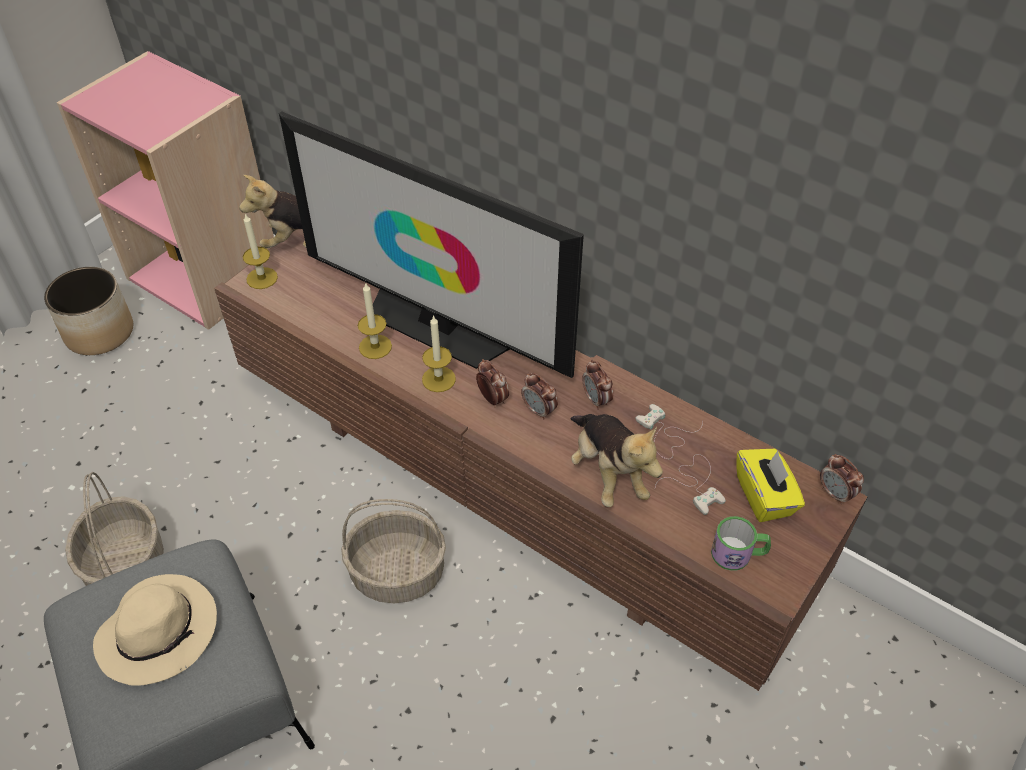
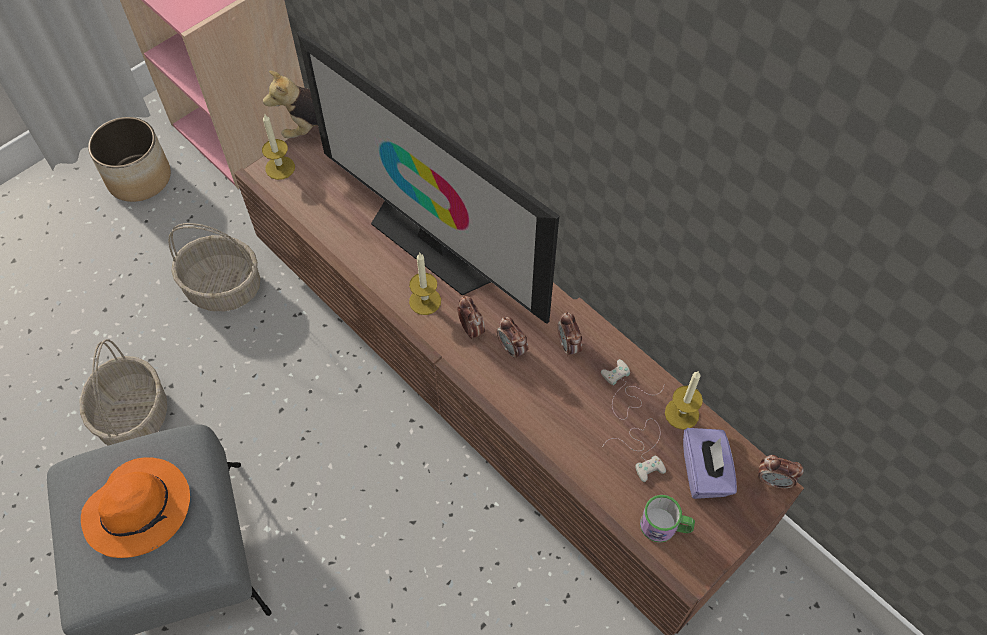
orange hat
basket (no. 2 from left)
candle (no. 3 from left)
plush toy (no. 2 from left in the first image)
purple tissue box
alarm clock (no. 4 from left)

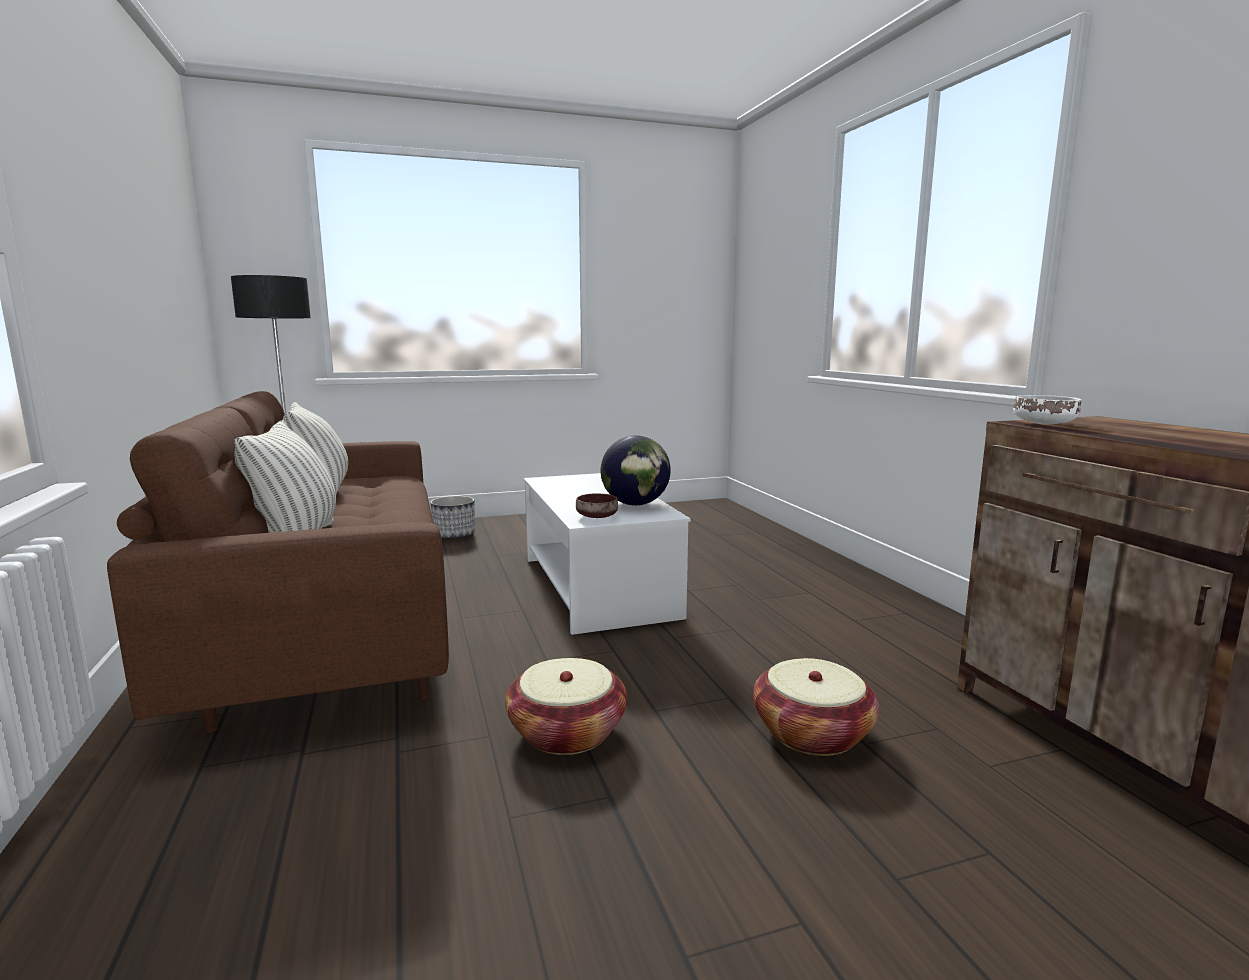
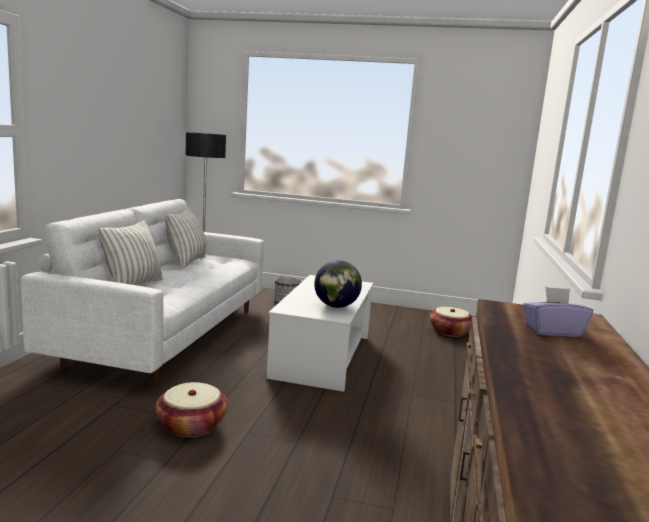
white sofa
brown bowl
basket (no. 2 from left)
white bowl
purple tissue box

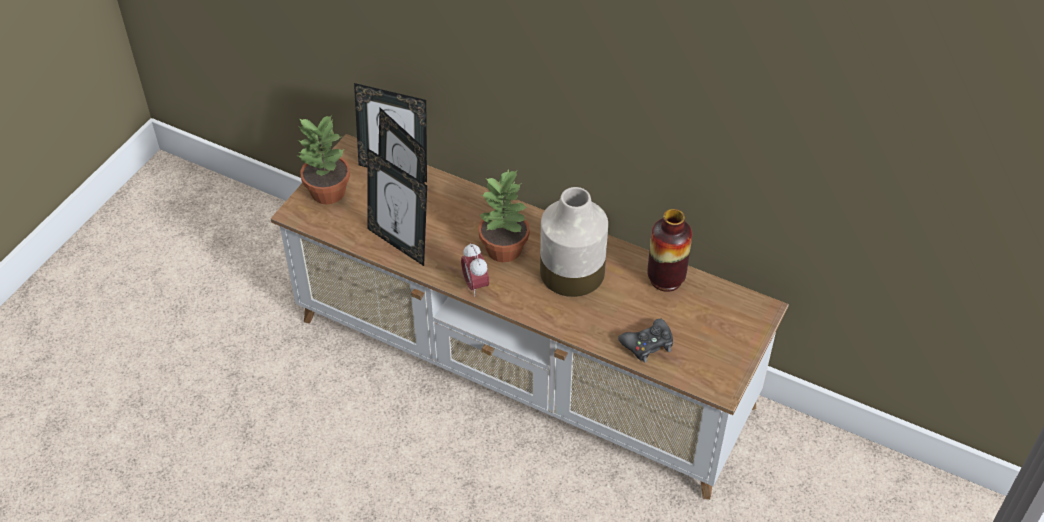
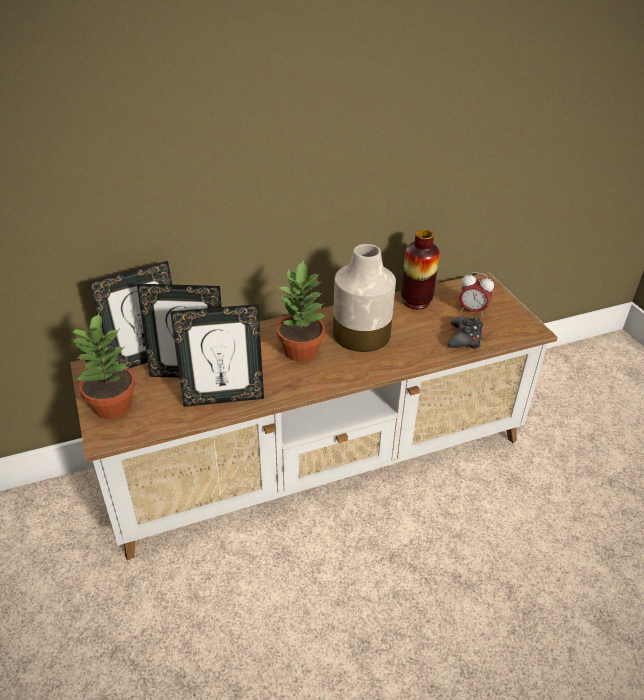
alarm clock

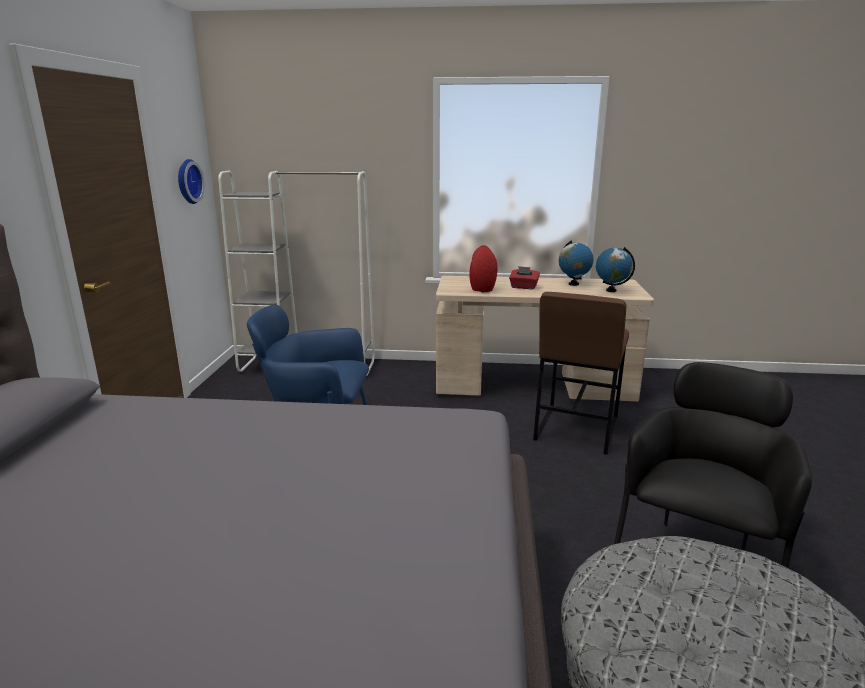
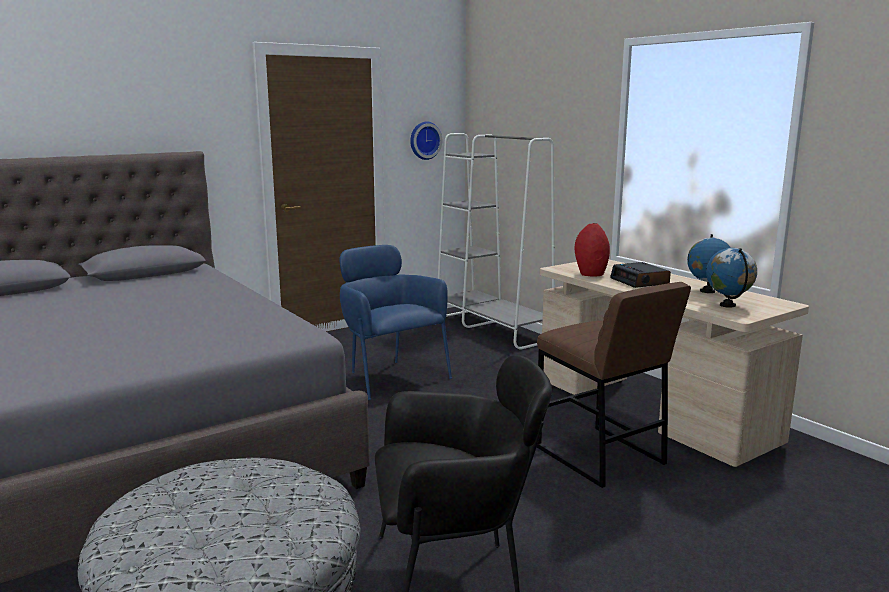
alarm clock
brown chair

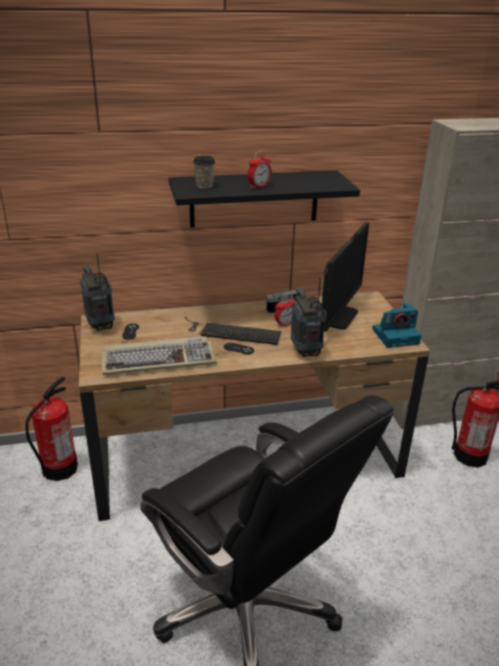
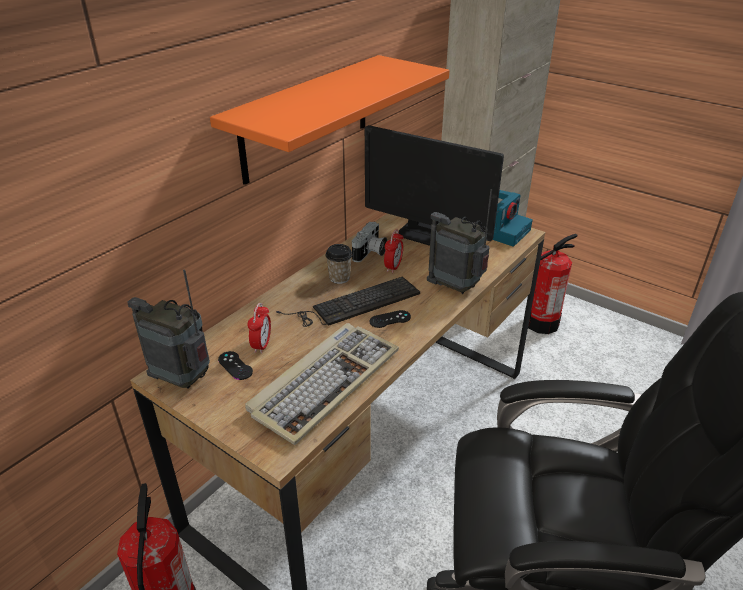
orange shelf
cup
alarm clock (no. 1 from left)
monitor

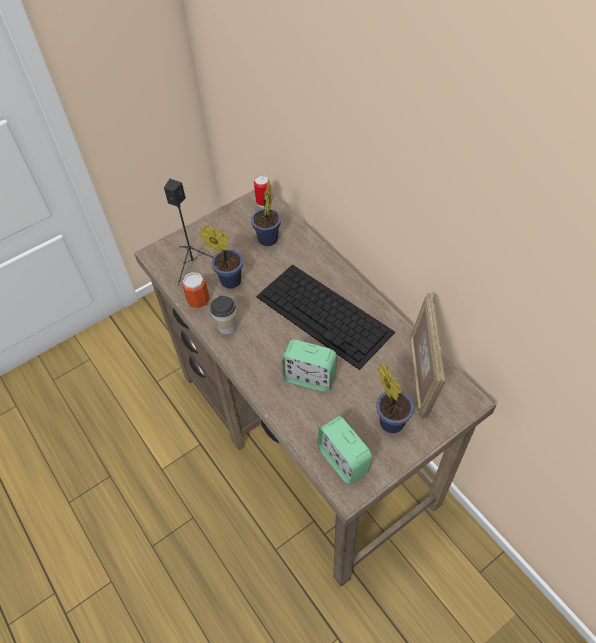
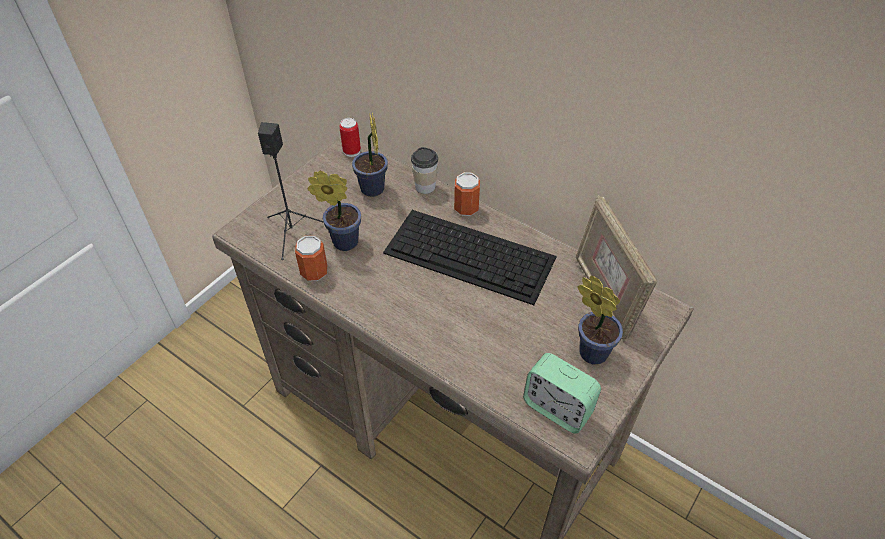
cup
alarm clock (no. 1 from left in the first image)
can (no. 3 from left)

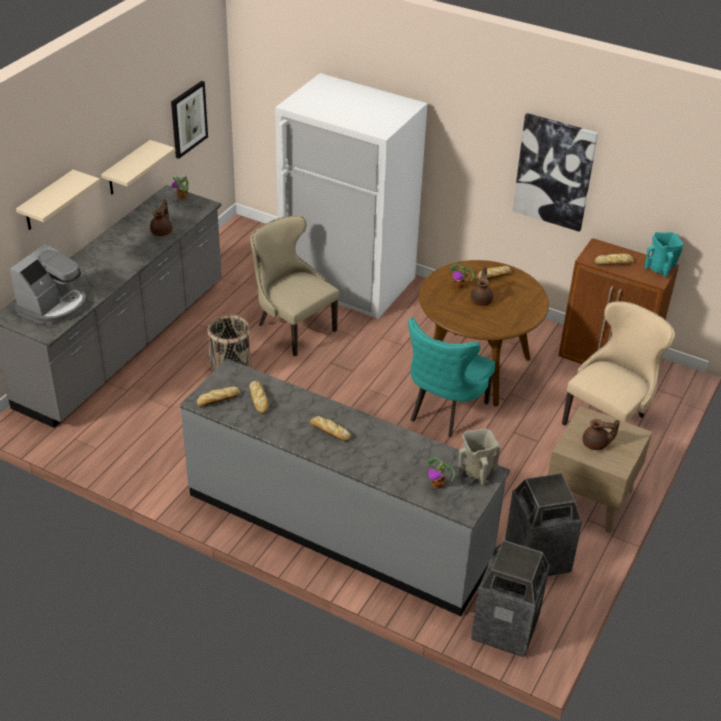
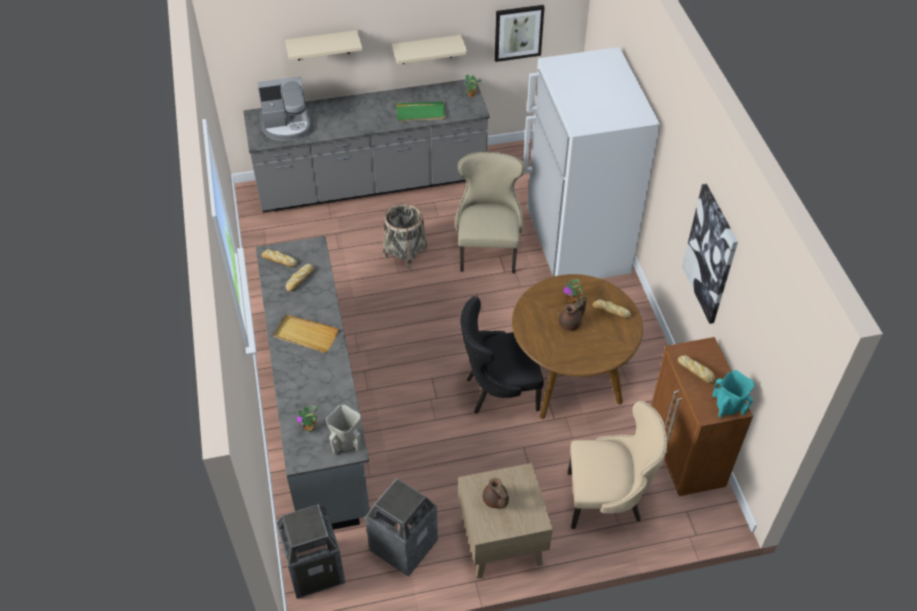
green tray
beige tray
black chair

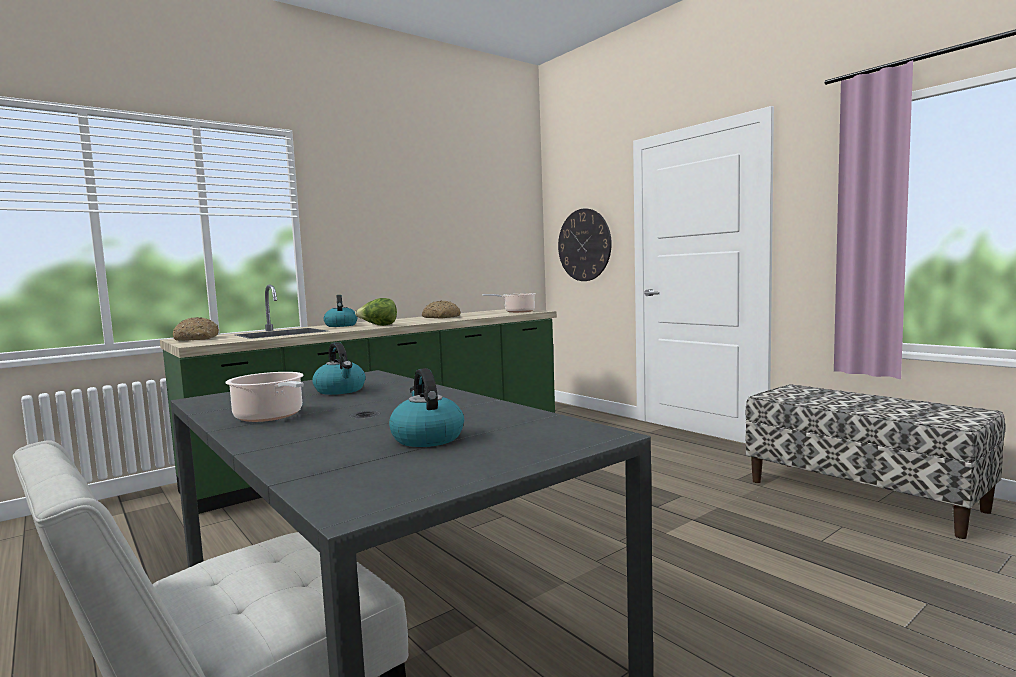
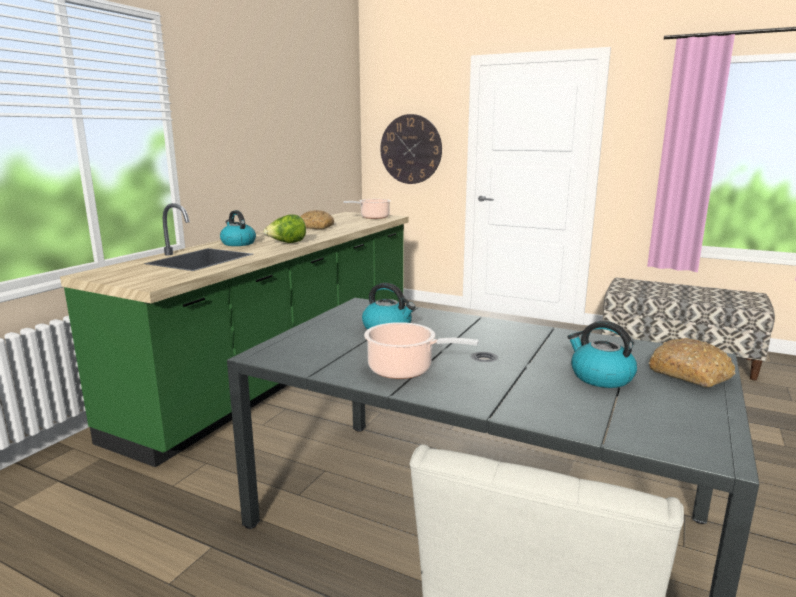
bread (no. 2 from left)

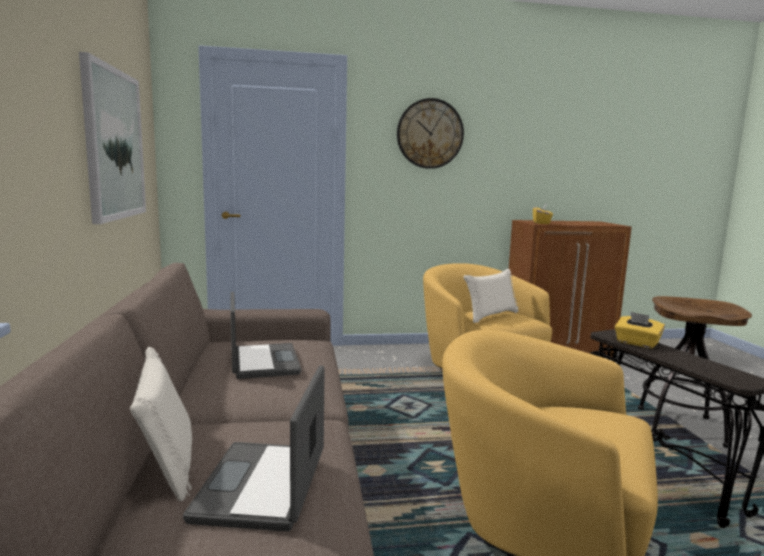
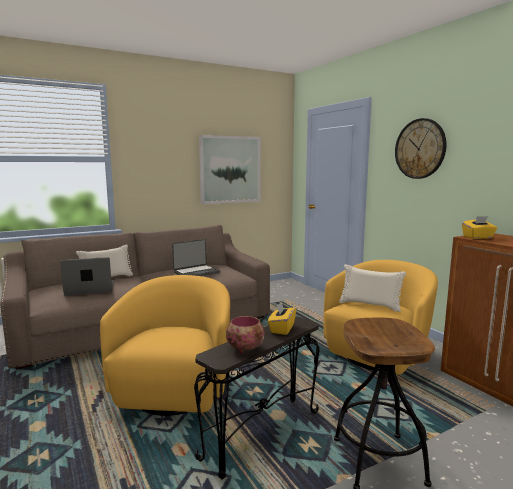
bowl

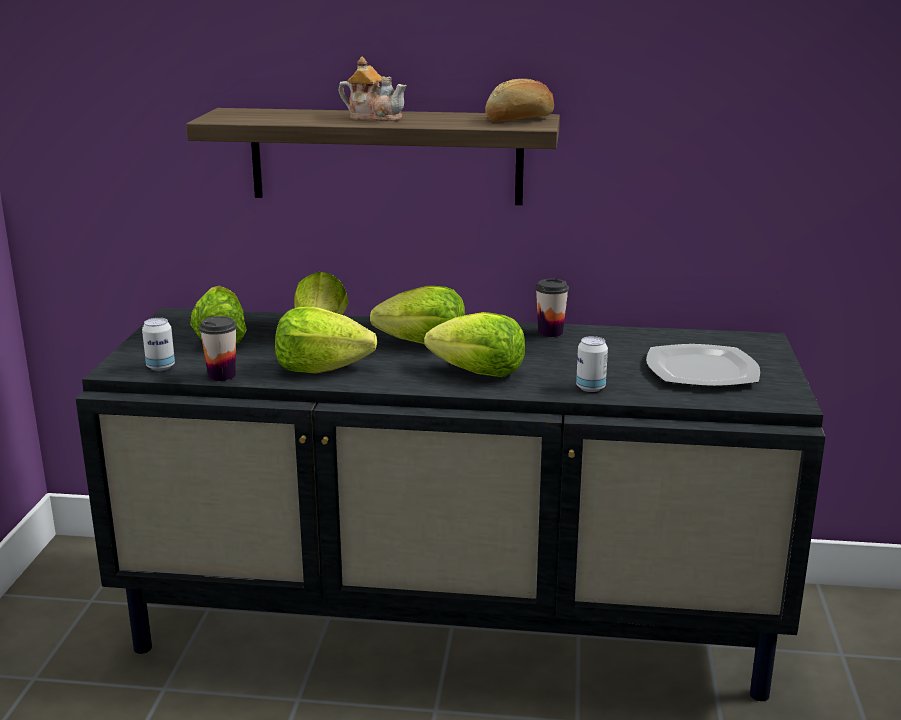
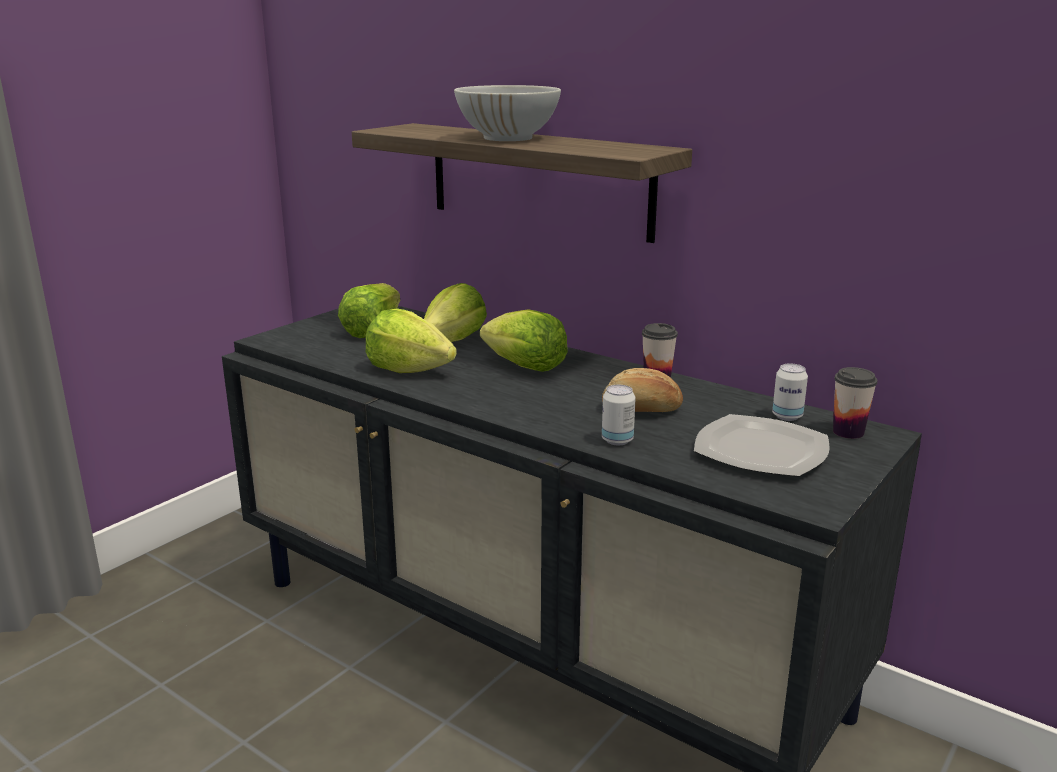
can (no. 2 from left)
cup (no. 2 from left)
white bowl
lettuce (no. 5 from left in the first image)
bread

